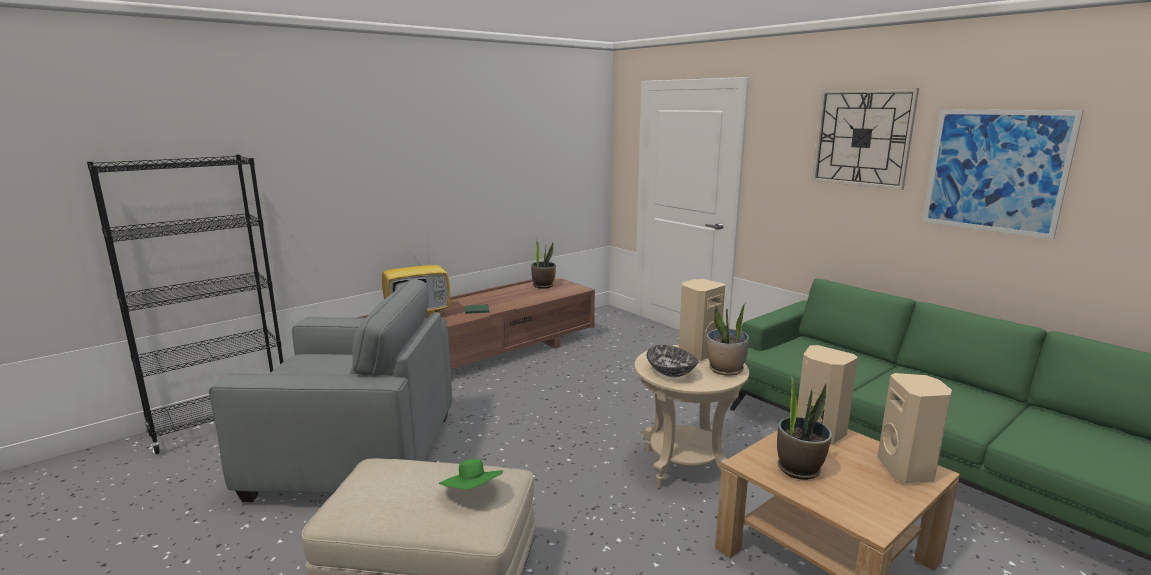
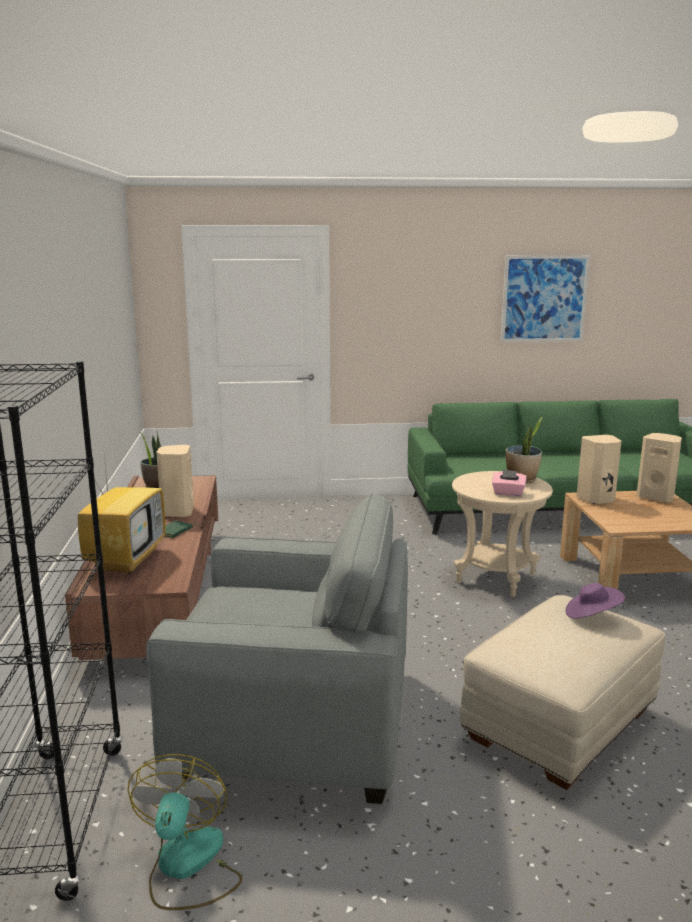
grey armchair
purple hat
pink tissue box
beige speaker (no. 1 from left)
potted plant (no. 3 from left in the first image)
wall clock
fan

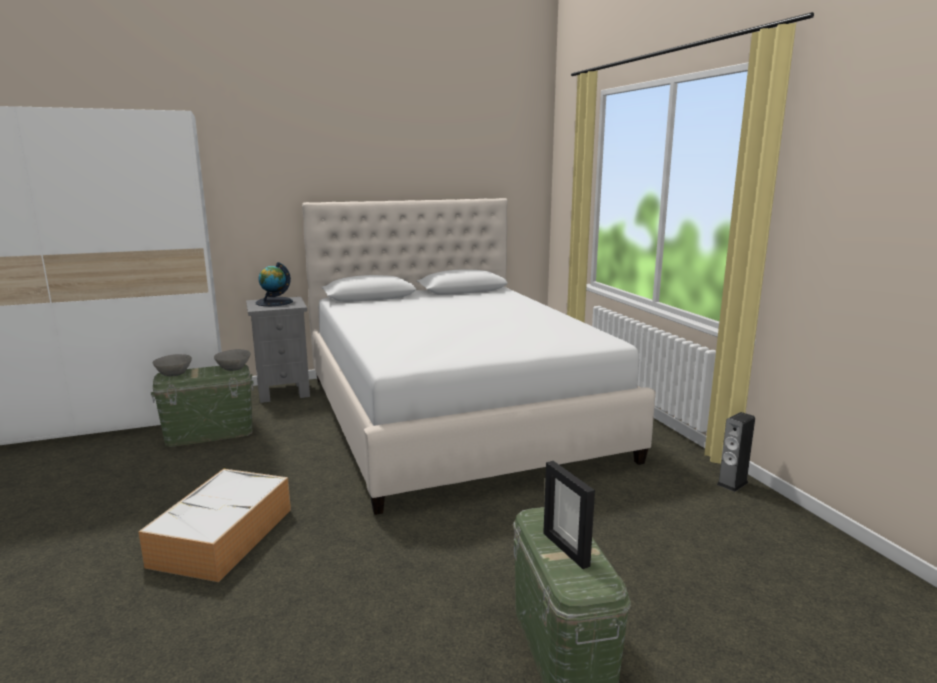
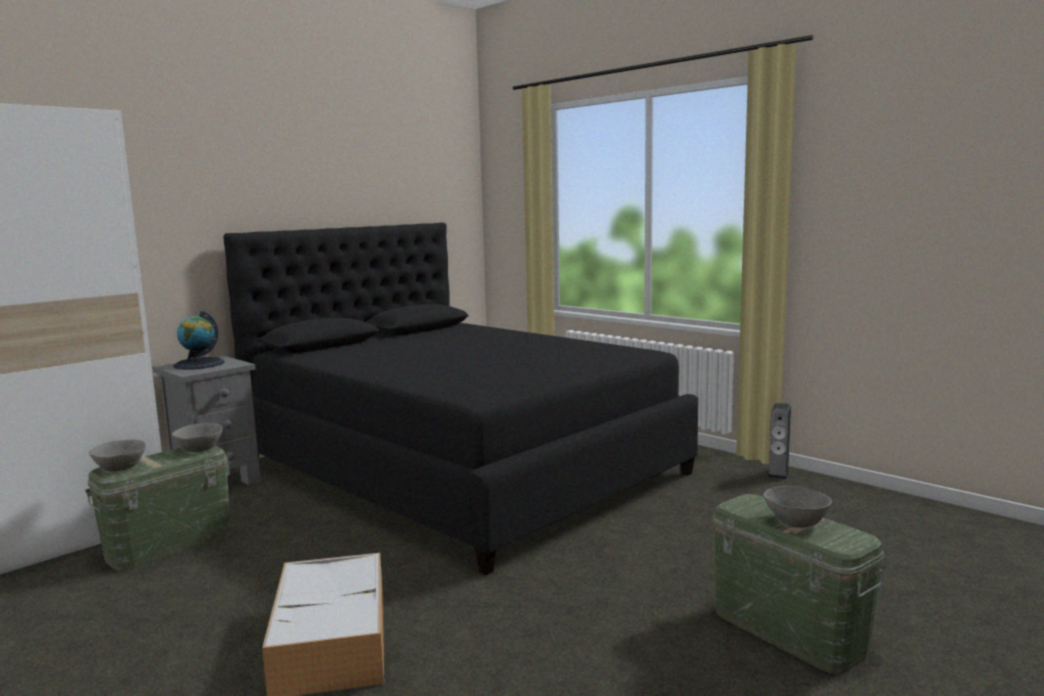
black bed
grey bowl (no. 3 from left)

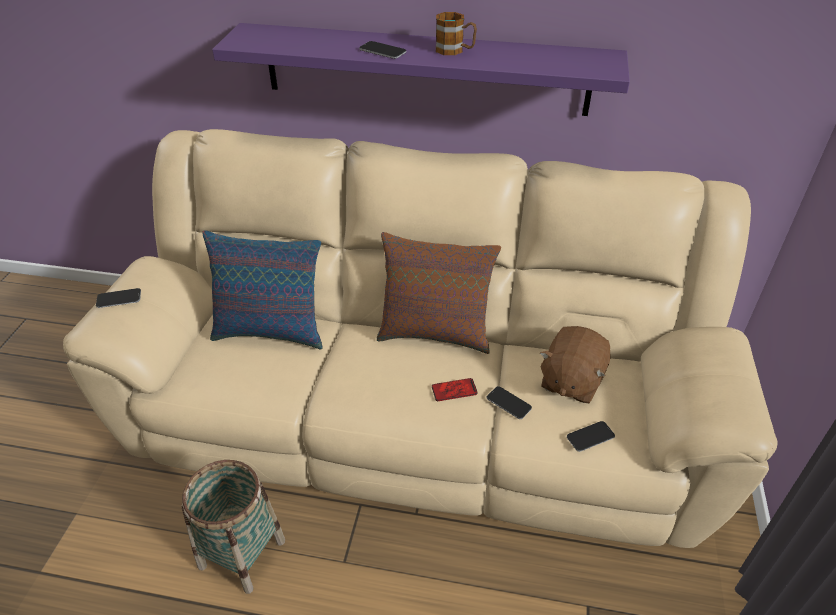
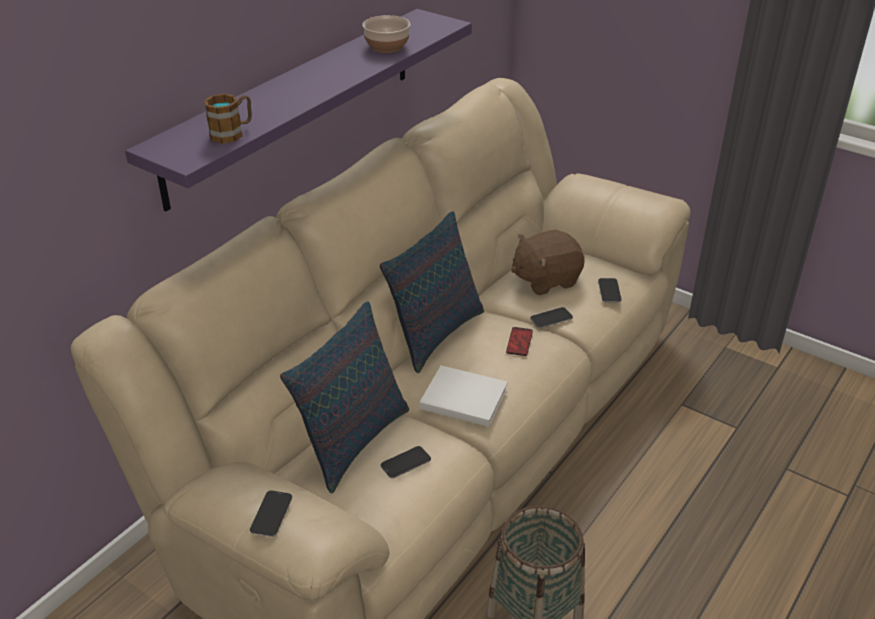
phone (no. 2 from left)
blue pillow (no. 2 from left)
mug
brown plush toy
bowl
white book

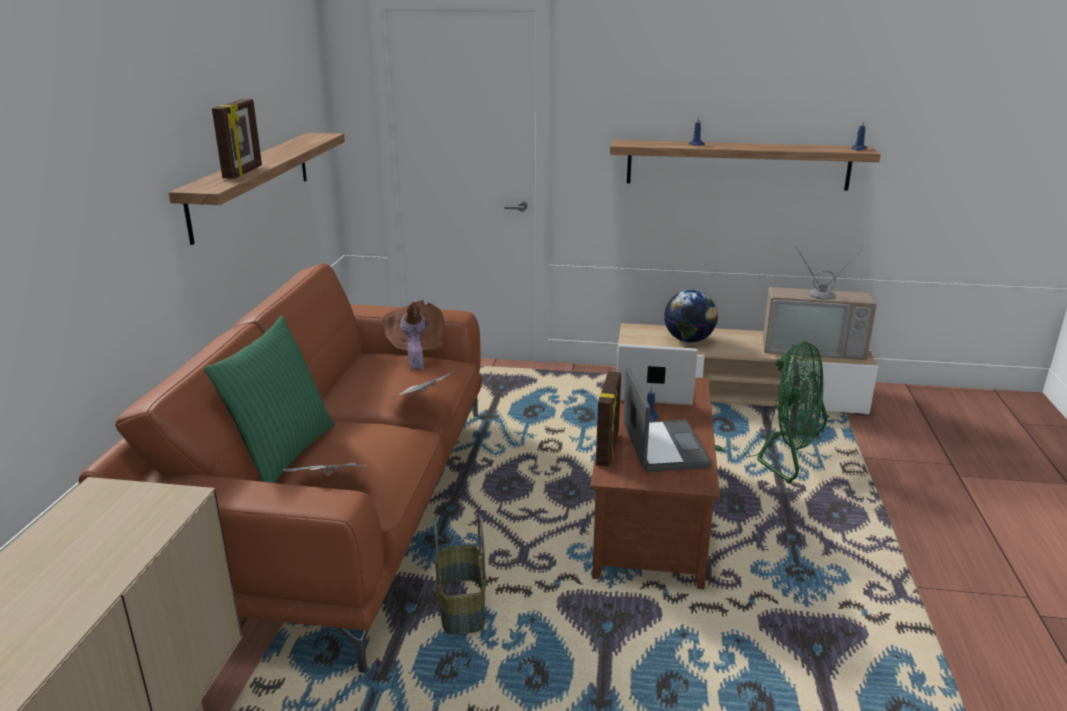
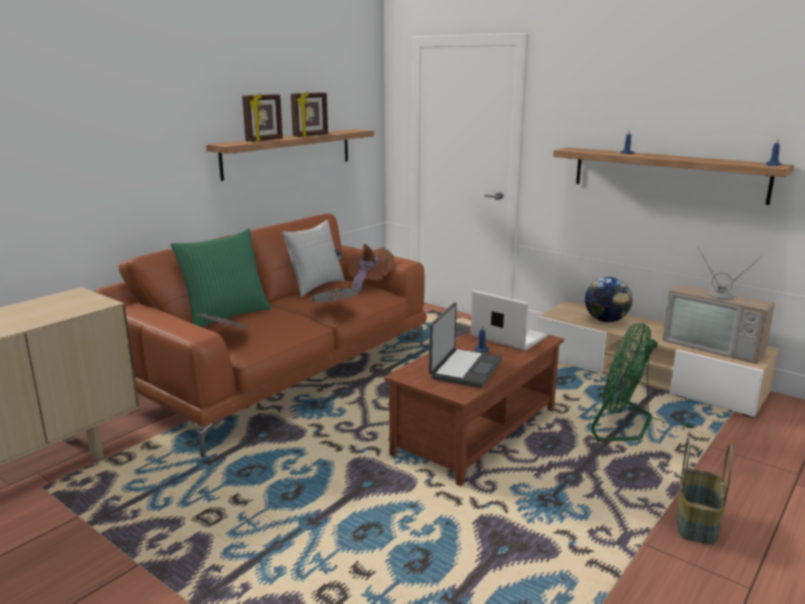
basket
picture frame (no. 2 from left)
green fan
grey pillow

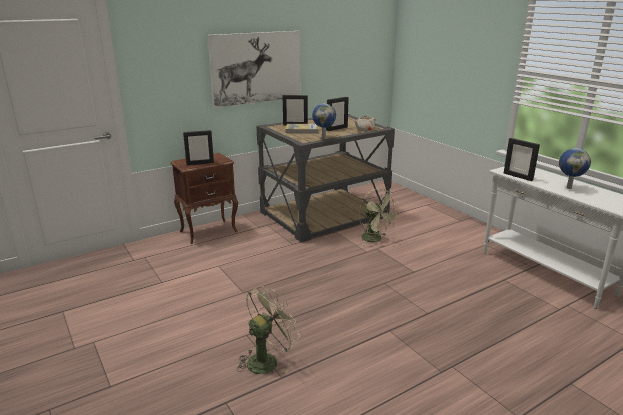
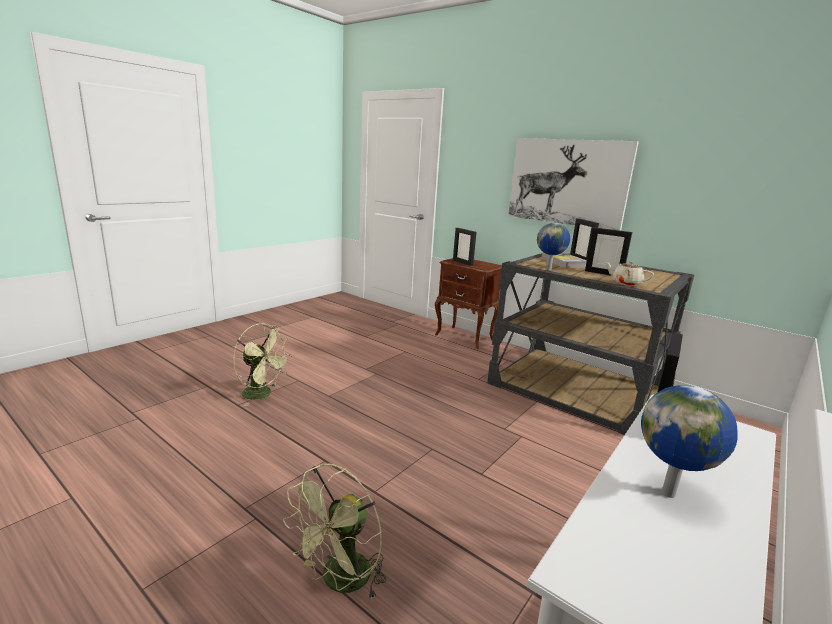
green fan (no. 2 from left)

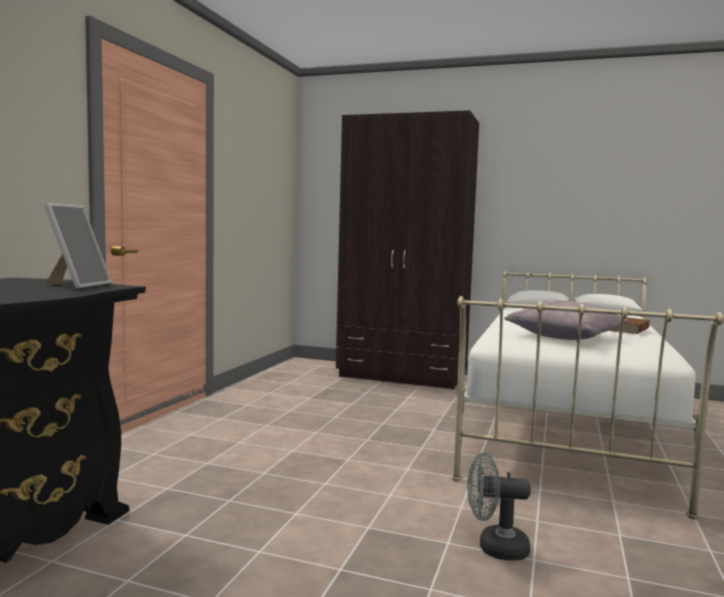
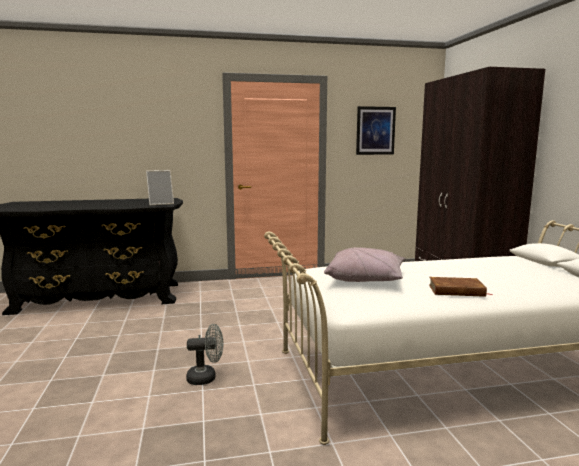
grey fan
picture

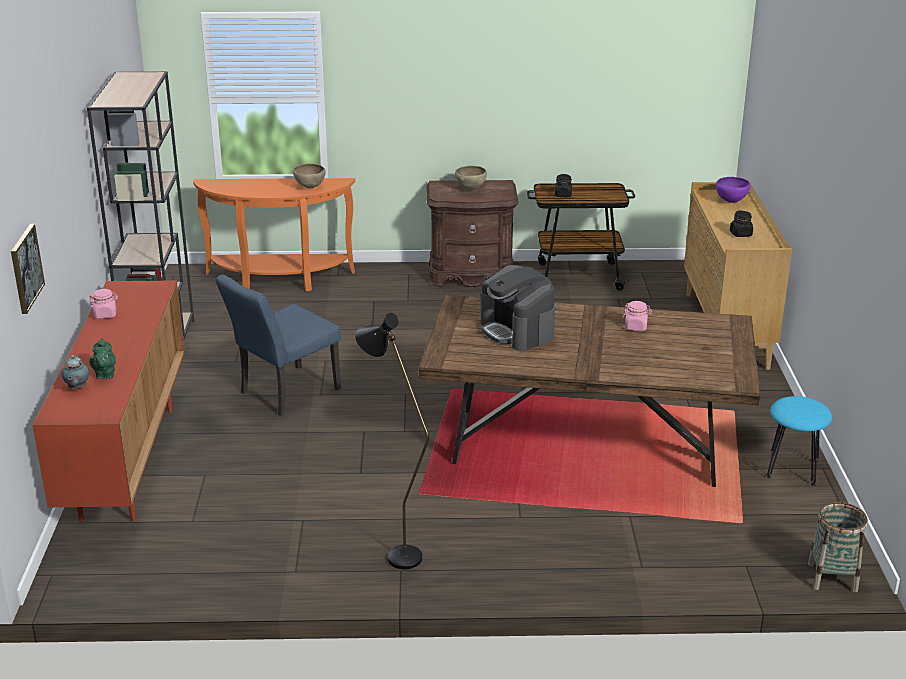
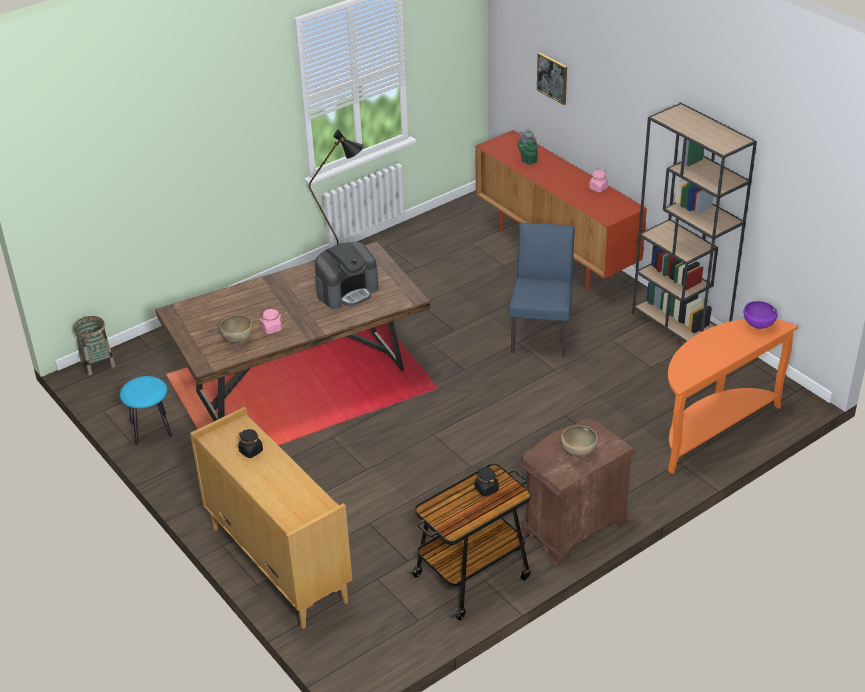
brown bowl (no. 1 from left)
coffee machine
purple bowl

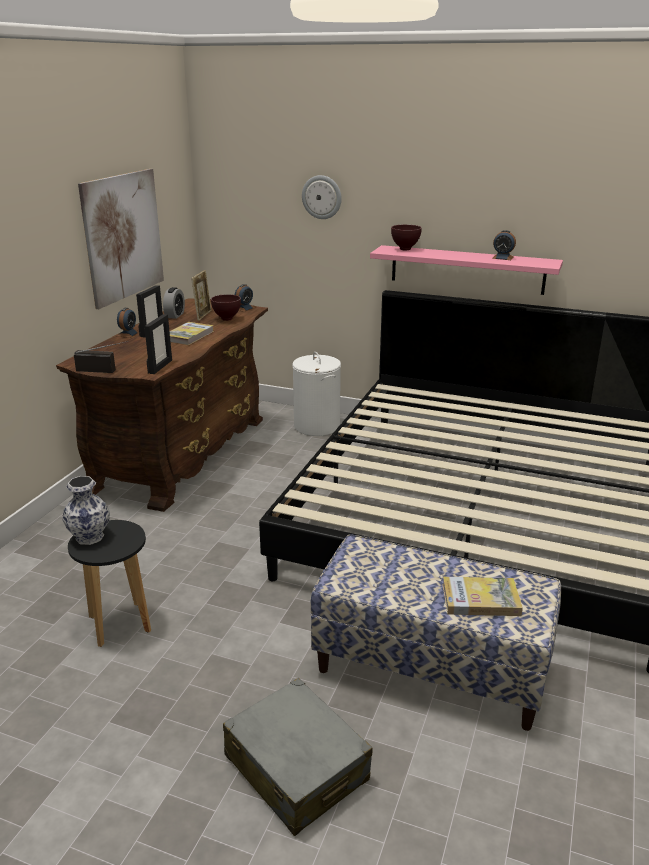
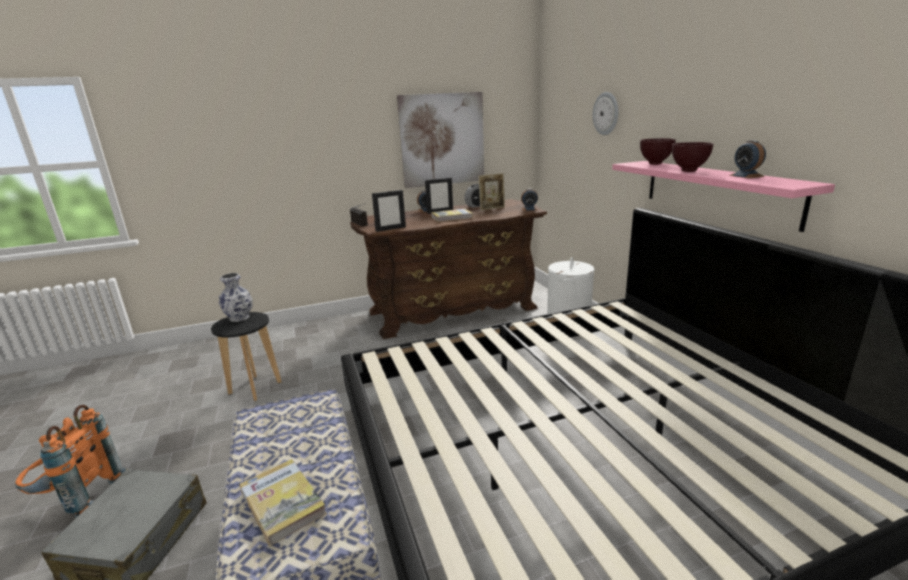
brown bowl (no. 2 from left)
orange backpack

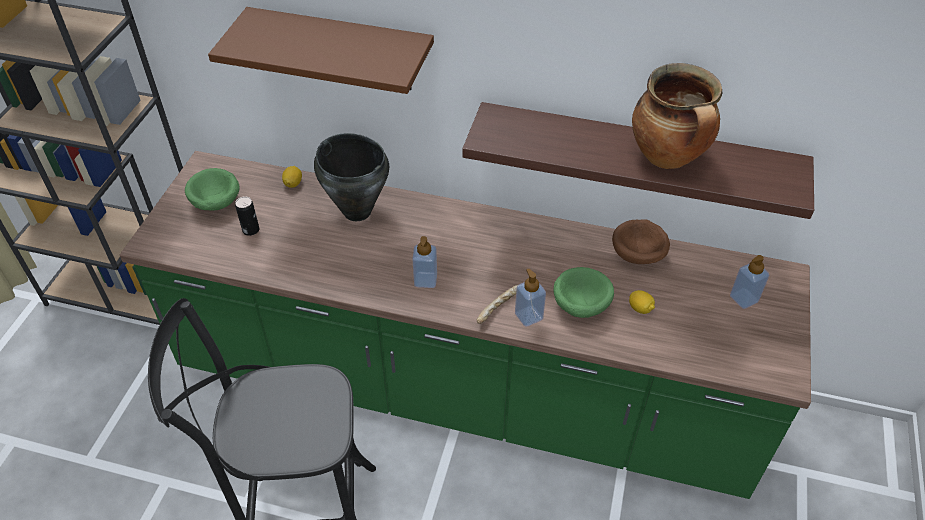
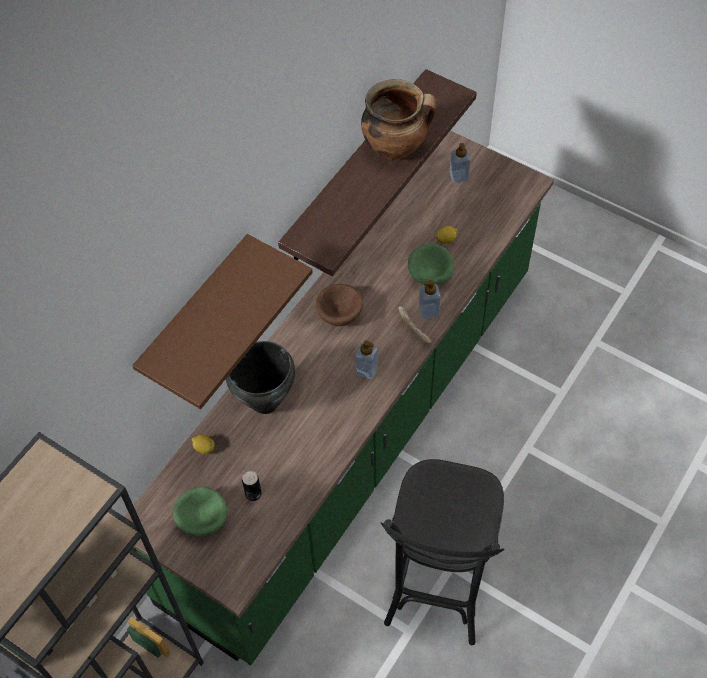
brown bowl

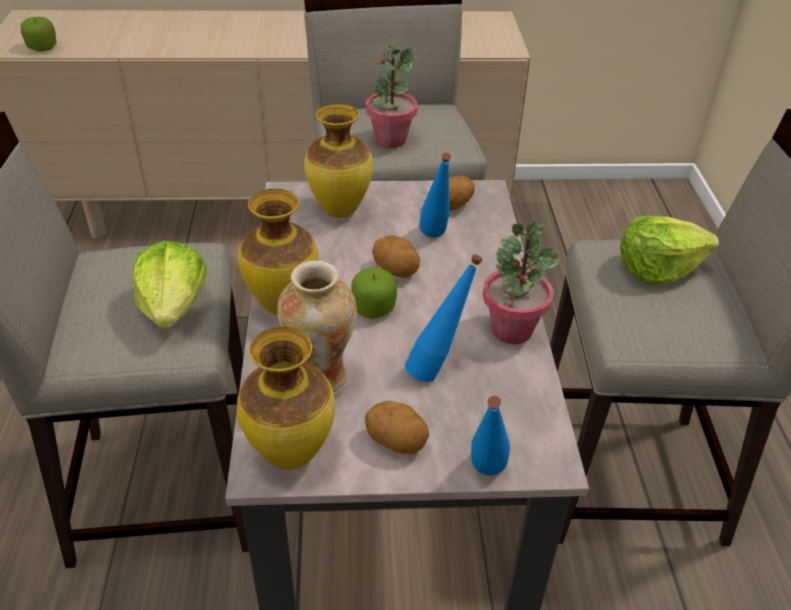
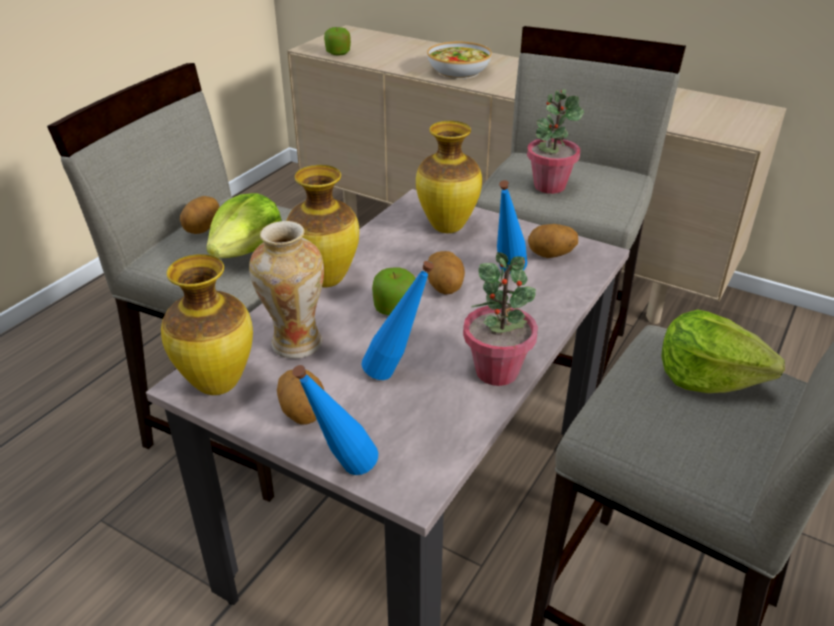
potato (no. 1 from left)
bowl

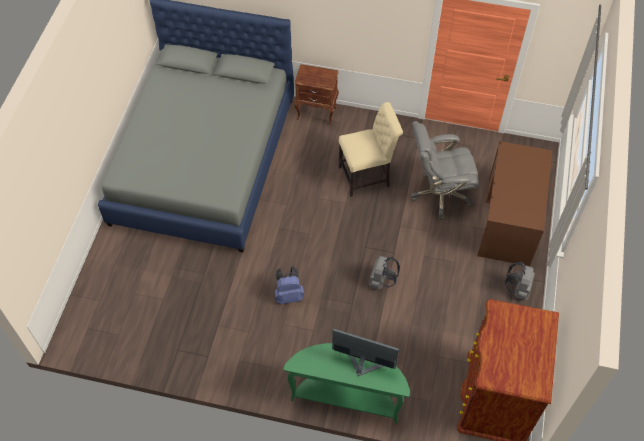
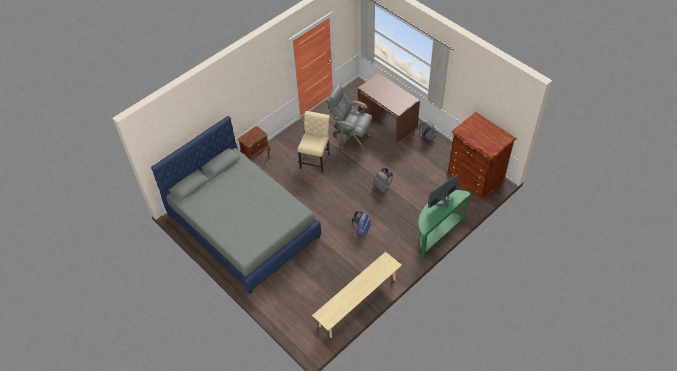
grey office chair
beige bench

